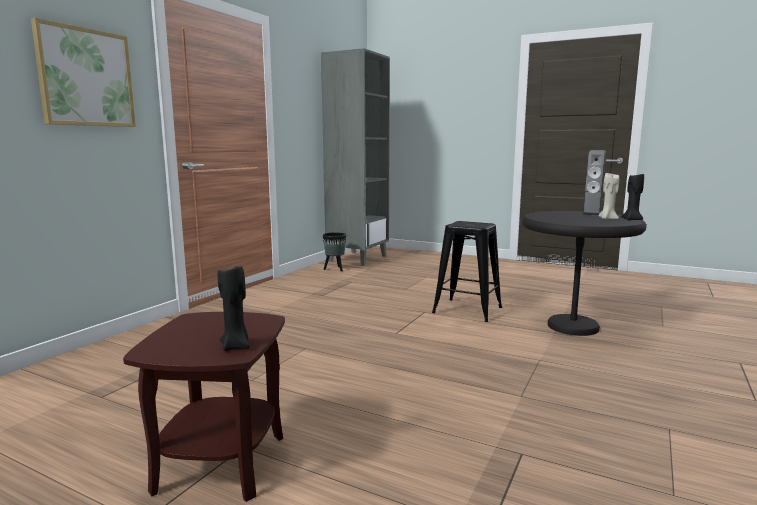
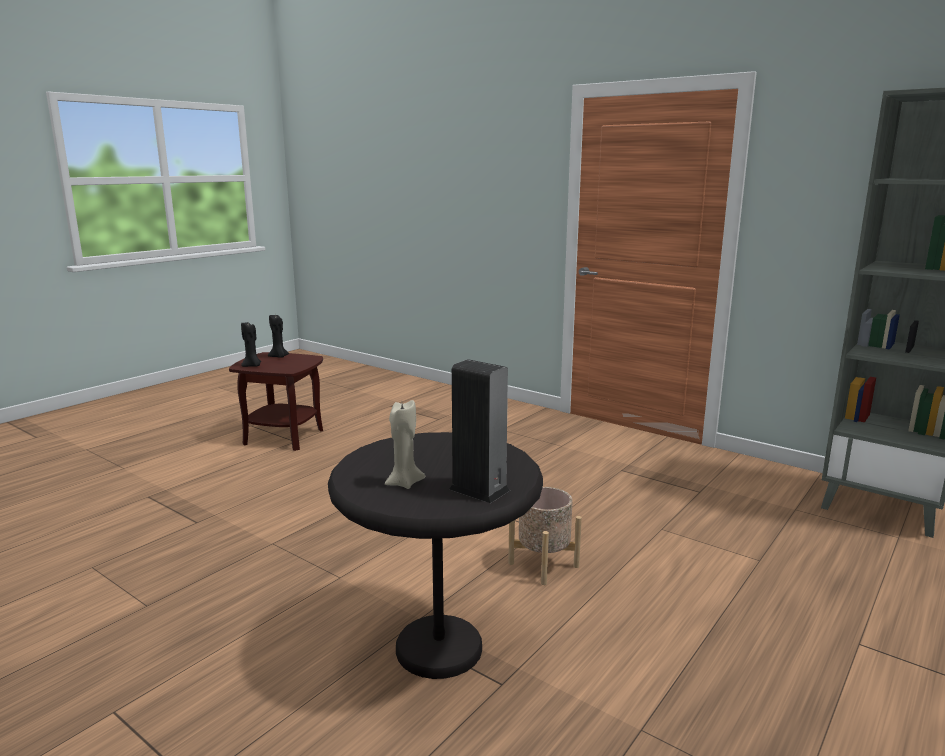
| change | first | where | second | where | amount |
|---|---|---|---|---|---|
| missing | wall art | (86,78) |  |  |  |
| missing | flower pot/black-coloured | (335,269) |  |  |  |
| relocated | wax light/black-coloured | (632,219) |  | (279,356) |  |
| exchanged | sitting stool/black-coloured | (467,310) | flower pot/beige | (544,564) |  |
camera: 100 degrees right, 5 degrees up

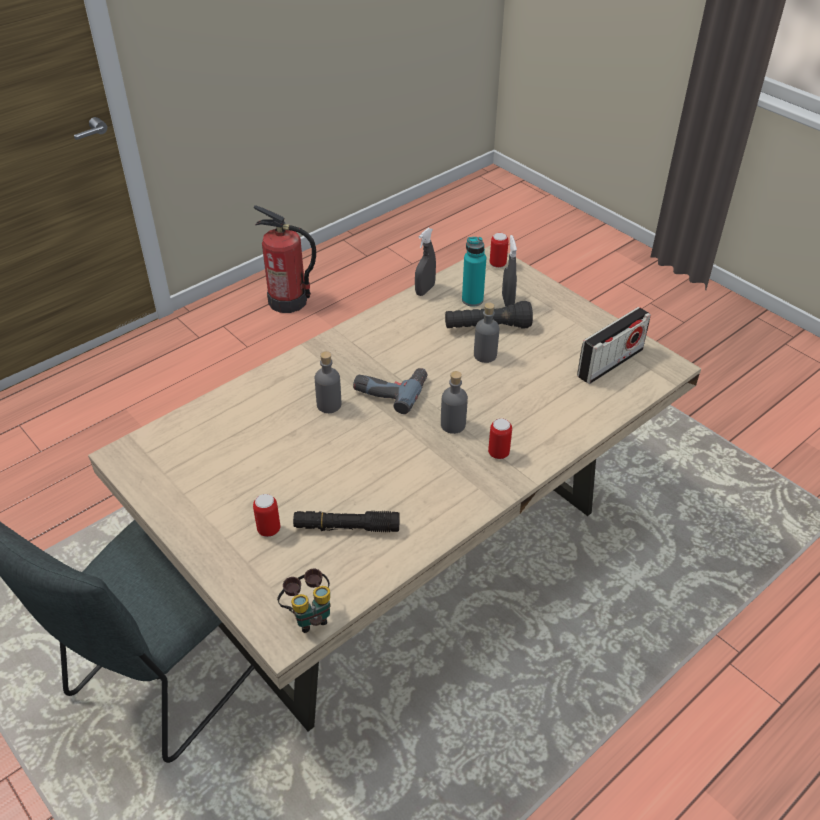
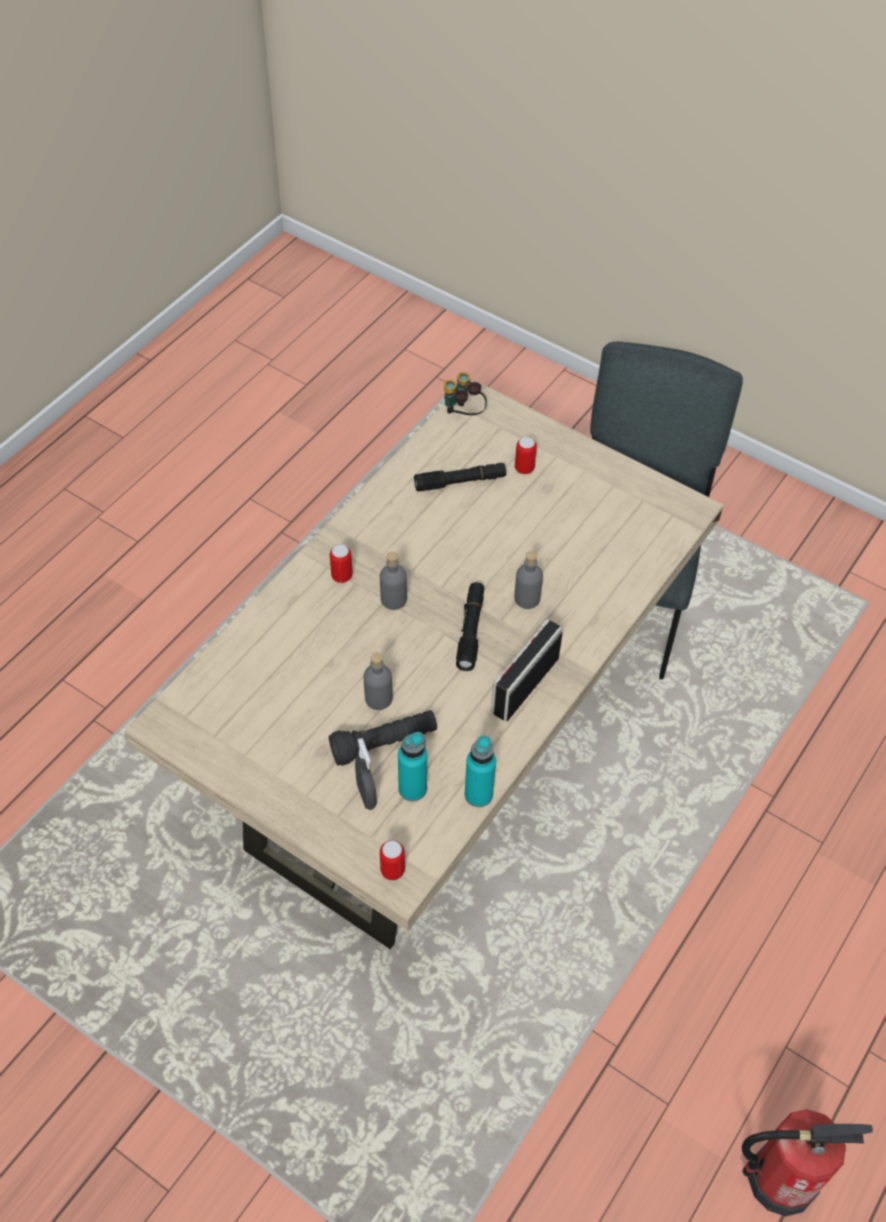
| change | first | where | second | where | amount |
|---|---|---|---|---|---|
| relocated | radio set | (610,363) |  | (524,685) |  |
| exchanged | power drill | (390,389) | torch/black-coloured | (470,630) |  |
| exchanged | hand sprayer/greyish | (425,290) | drink bottle/blue-green | (478,794) |  |
camera: 165 degrees right, 10 degrees up

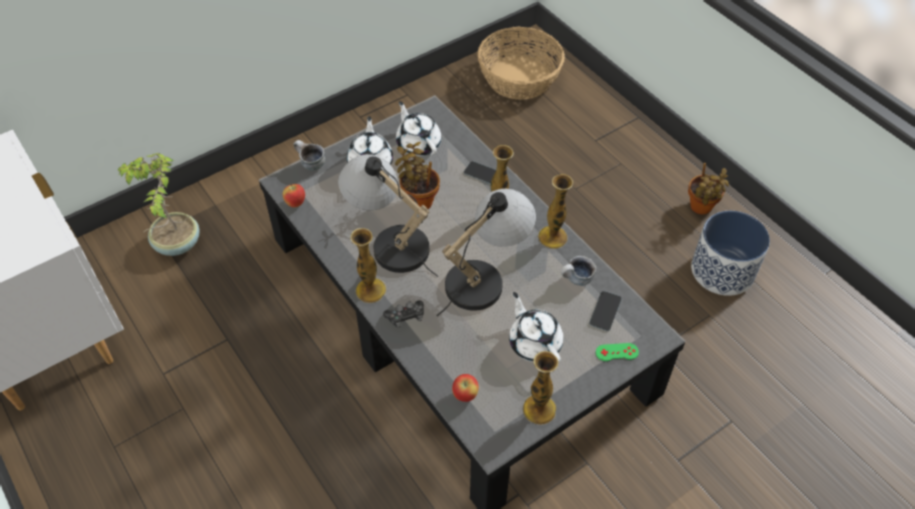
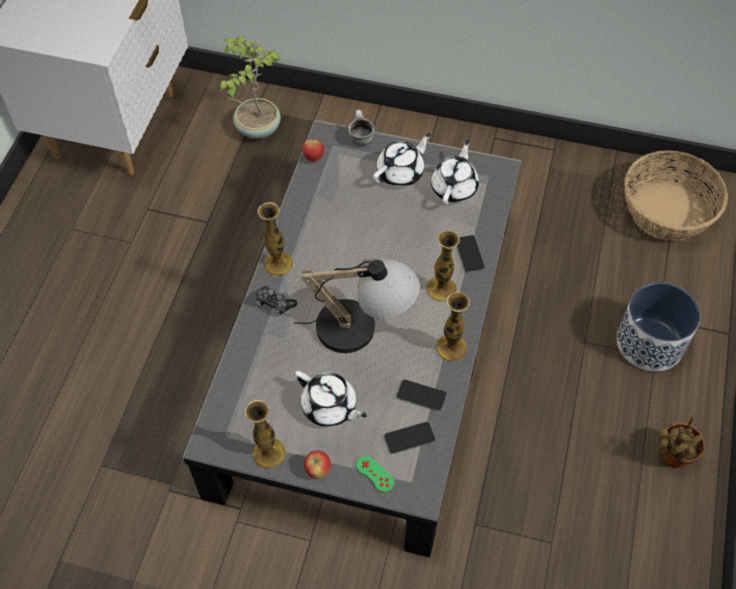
| change | first | where | second | where | amount |
|---|---|---|---|---|---|
| missing | lamp for a table | (389,242) |  |  |  |
| missing | plant in a pot | (419,200) |  |  |  |
| relocated | whole apple | (465,395) |  | (318,470) |  |
| relocated | flower pot | (723,271) |  | (650,343) |  |
| exchanged | mug | (576,280) | phone | (421,395) |  |
| spun | tea pot/white | (534,342) |  | (330,407) | 105 degrees clockwise |
camera: 50 degrees right, 5 degrees up

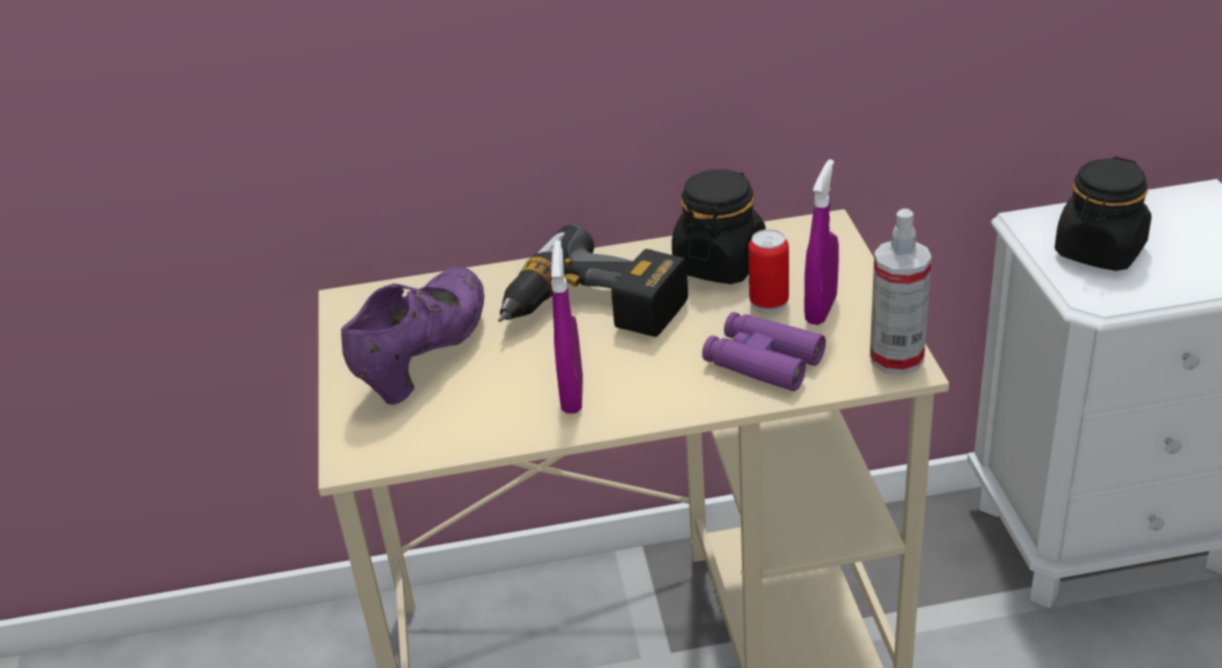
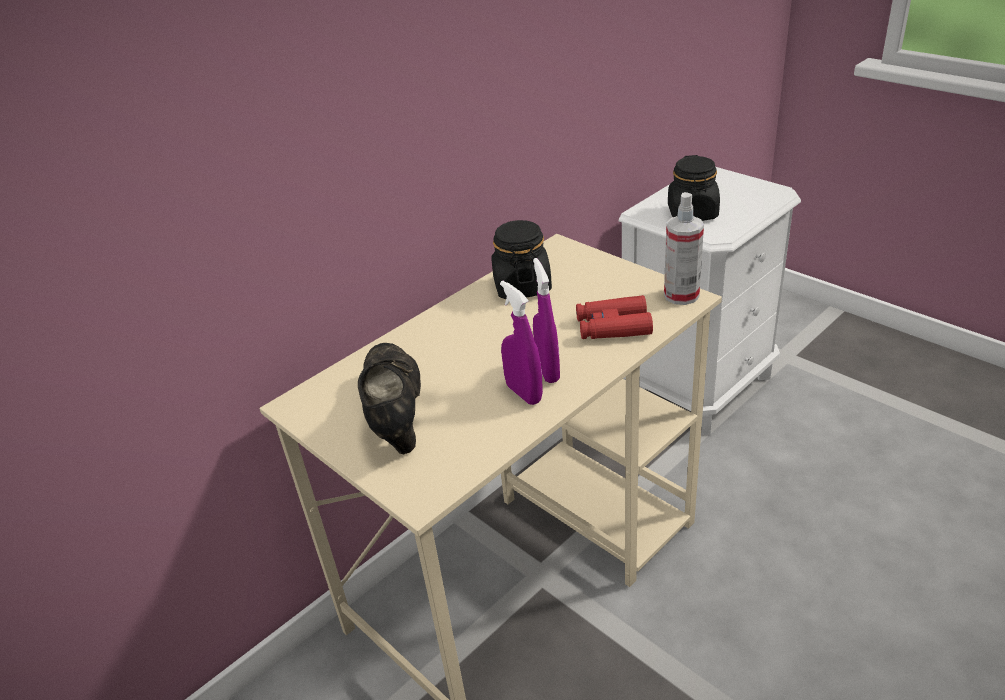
| change | first | where | second | where | amount |
|---|---|---|---|---|---|
| missing | power drill | (592,312) |  |  |  |
| missing | can | (769,302) |  |  |  |
| relocated | hand sprayer/purplish | (821,310) |  | (547,371) |  |
| colour | low shoe/purplish | (424,357) | low shoe/black-coloured | (395,415) |  |
| colour | field glasses/purplish | (763,361) | field glasses/reddish | (613,327) |  |
camera: 35 degrees left, 0 degrees up

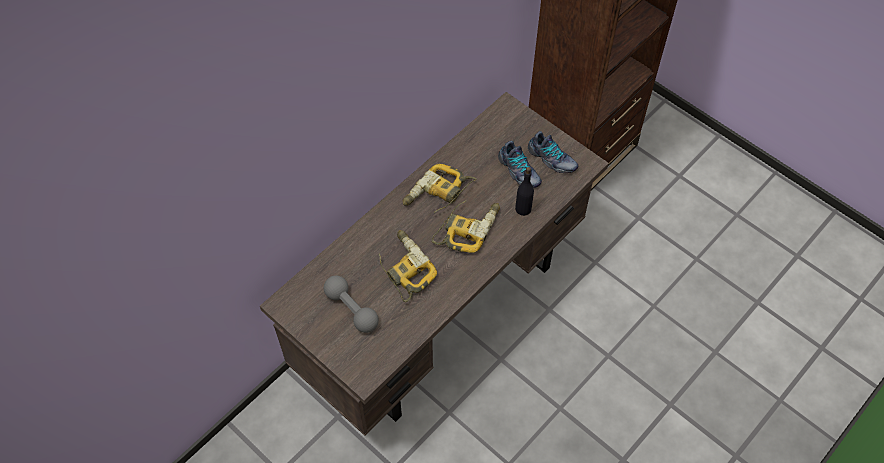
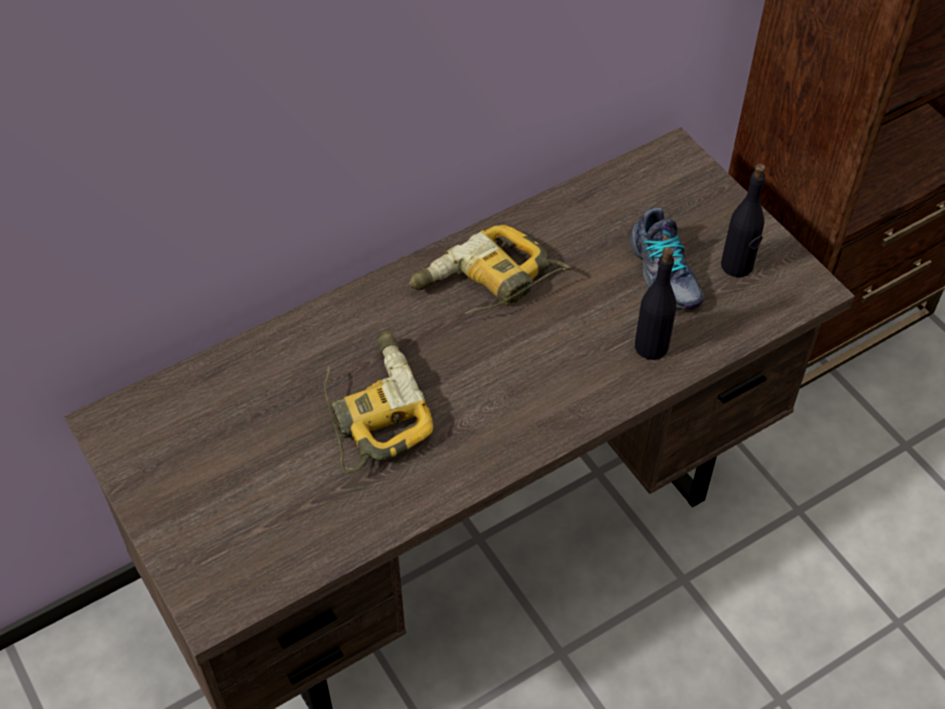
| change | first | where | second | where | amount |
|---|---|---|---|---|---|
| missing | dumbbell/greyish | (351,309) |  |  |  |
| missing | power drill | (467,228) |  |  |  |
| exchanged | low shoe | (551,159) | drink bottle/black-coloured | (737,266) |  |
camera: 15 degrees right, 5 degrees down

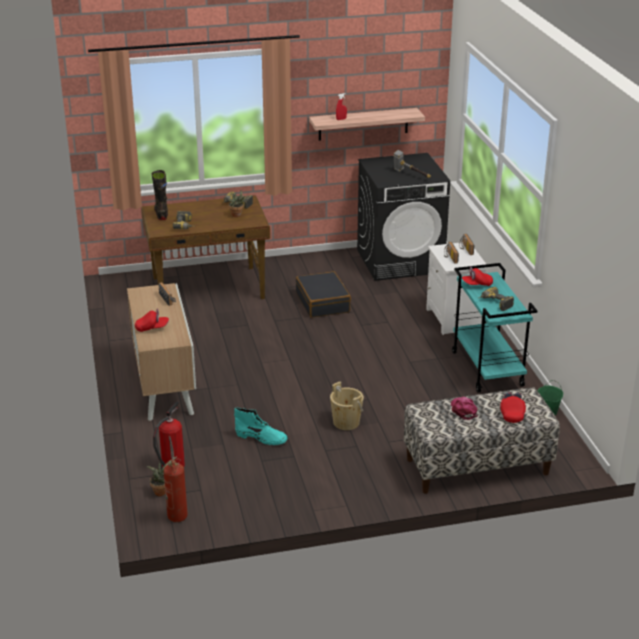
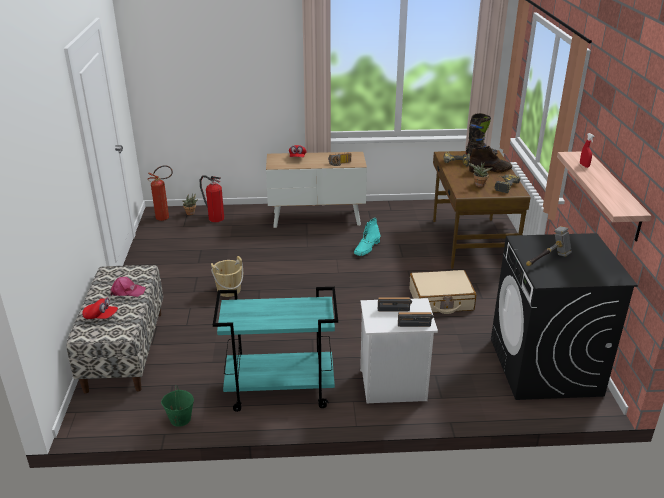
| change | first | where | second | where | amount |
|---|---|---|---|---|---|
| missing | cap/reddish | (477,284) |  |  |  |
| missing | power drill | (494,304) |  |  |  |
| appeared |  |  | boot/brown-coloured | (490,170) |  |
| relocated | boot/blue-green | (261,438) |  | (367,248) |  |
| colour | suitcase/black-coloured | (323,302) | suitcase/beige | (441,300) |  |
camera: 100 degrees right, 0 degrees up

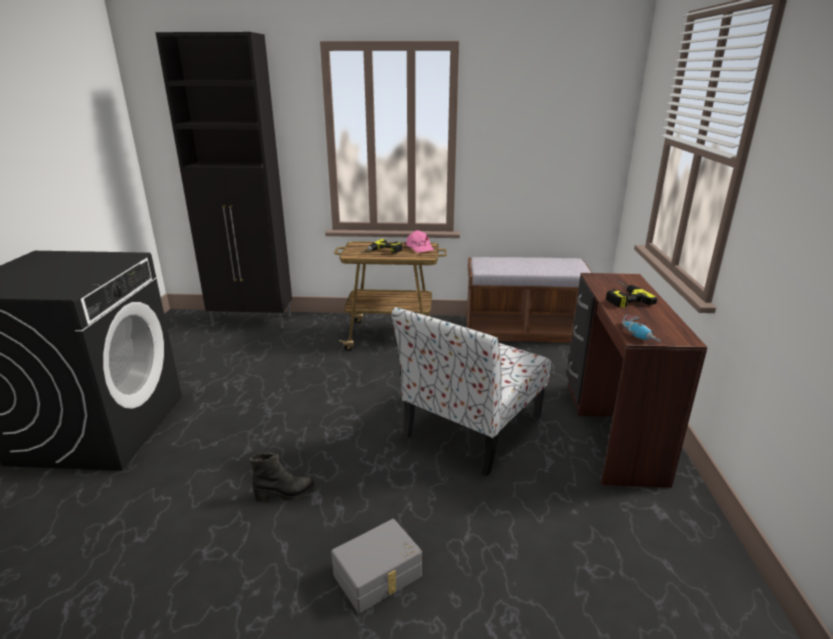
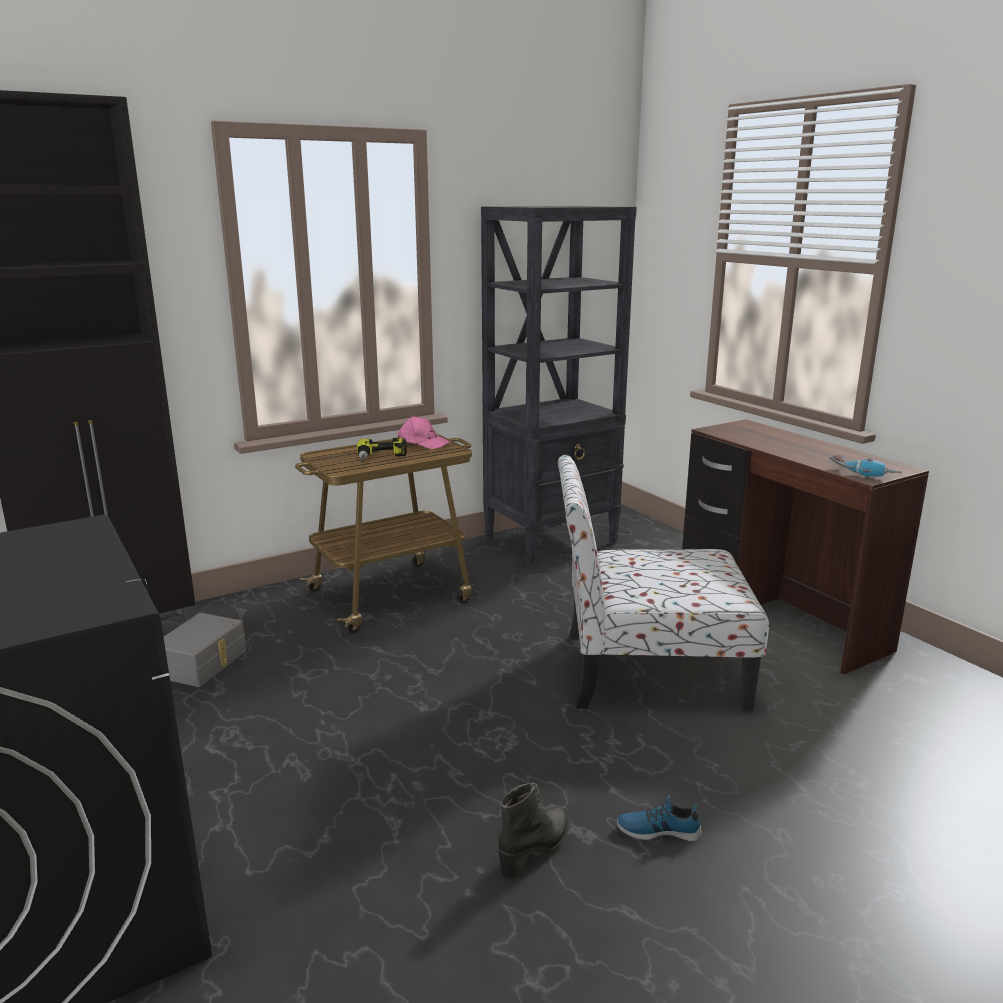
| change | first | where | second | where | amount |
|---|---|---|---|---|---|
| missing | power drill | (622,297) |  |  |  |
| appeared |  |  | low shoe | (658,829) |  |
| relocated | storage box/greyish | (378,576) |  | (203,663) |  |
| exchanged | bench/brown-coloured | (523,331) | bookshelf/black-coloured | (552,540) |  |
| spun | upright chair | (471,429) |  | (647,671) | 90 degrees clockwise |
camera: 35 degrees left, 5 degrees down

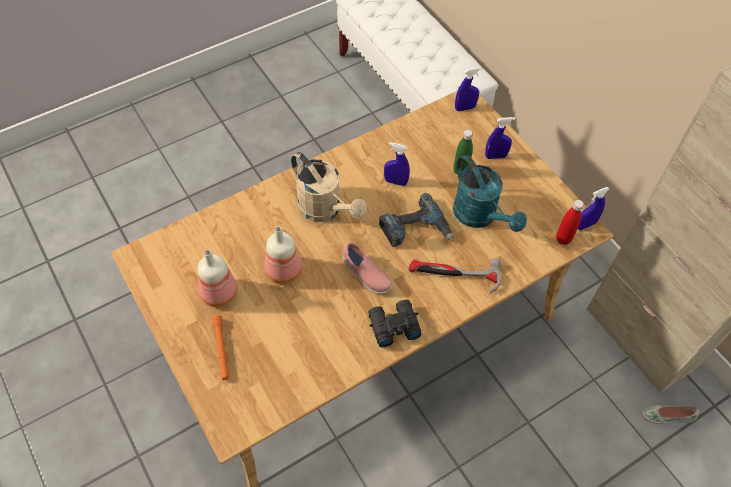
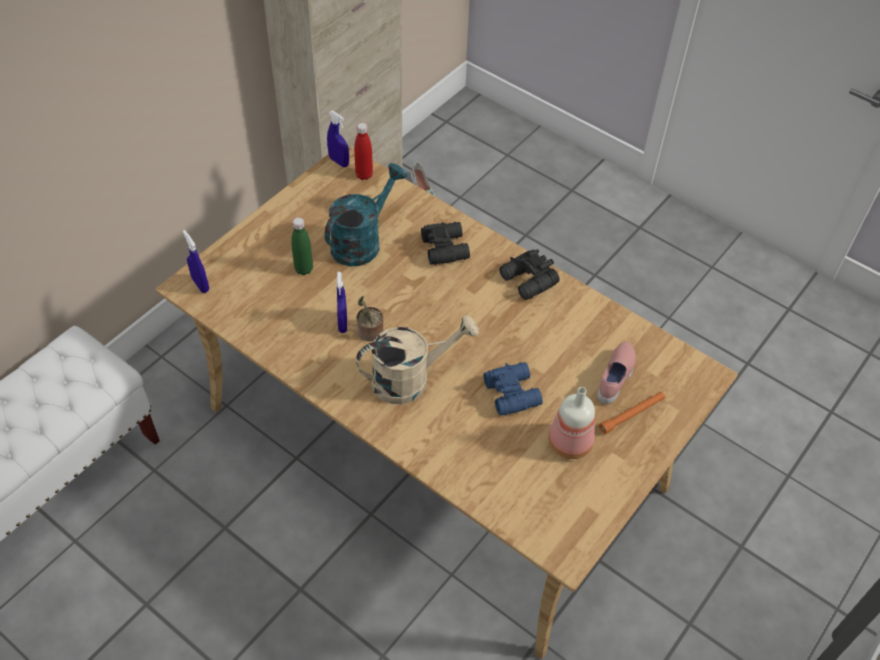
| change | first | where | second | where | amount |
|---|---|---|---|---|---|
| missing | power drill | (415,229) |  |  |  |
| missing | hand sprayer/blue | (495,156) |  |  |  |
| appeared |  |  | plant in a pot | (369,332) |  |
| relocated | low shoe/pinkish | (366,275) |  | (616,378) |  |
| exchanged | drink bottle | (283,272) | field glasses/blue | (512,392) |  |
| exchanged | hammer | (454,275) | field glasses/black-coloured | (446,247) |  |
| spun | watering pot/beige | (325,209) |  | (410,378) | 45 degrees clockwise |
camera: 110 degrees left, 5 degrees down

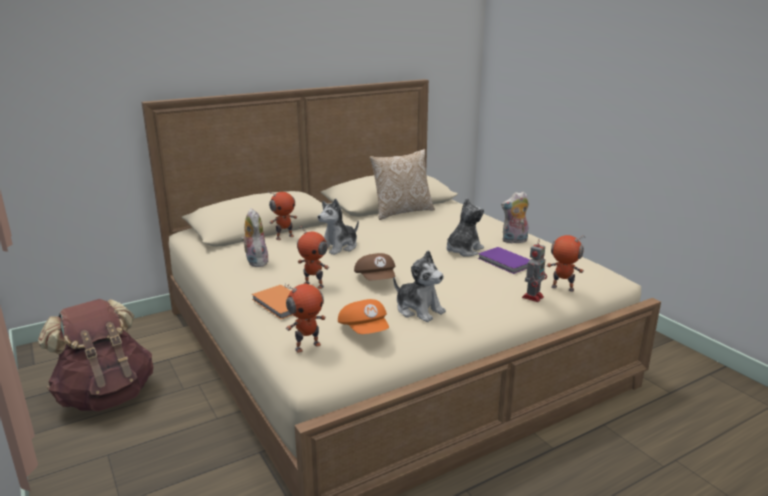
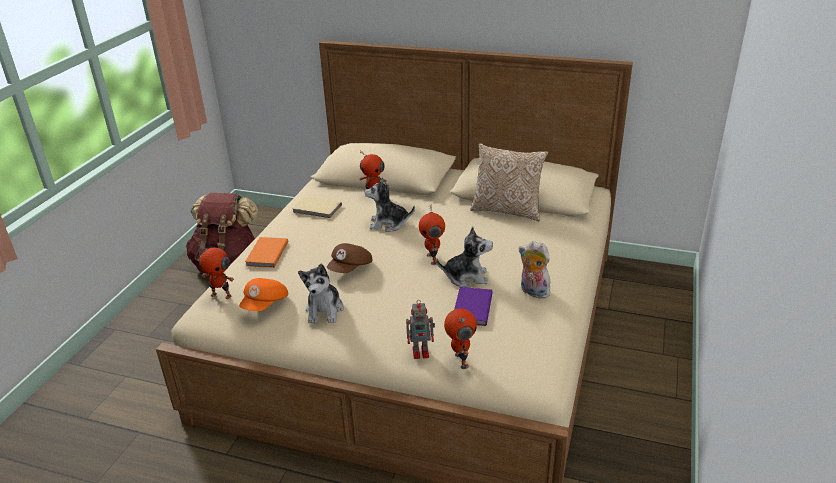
| change | first | where | second | where | amount |
|---|---|---|---|---|---|
| relocated | toy robot | (314,285) |  | (433,259) |  |
| exchanged | plush toy | (255,261) | volume/beige | (317,209) |  |
camera: 50 degrees right, 10 degrees up

